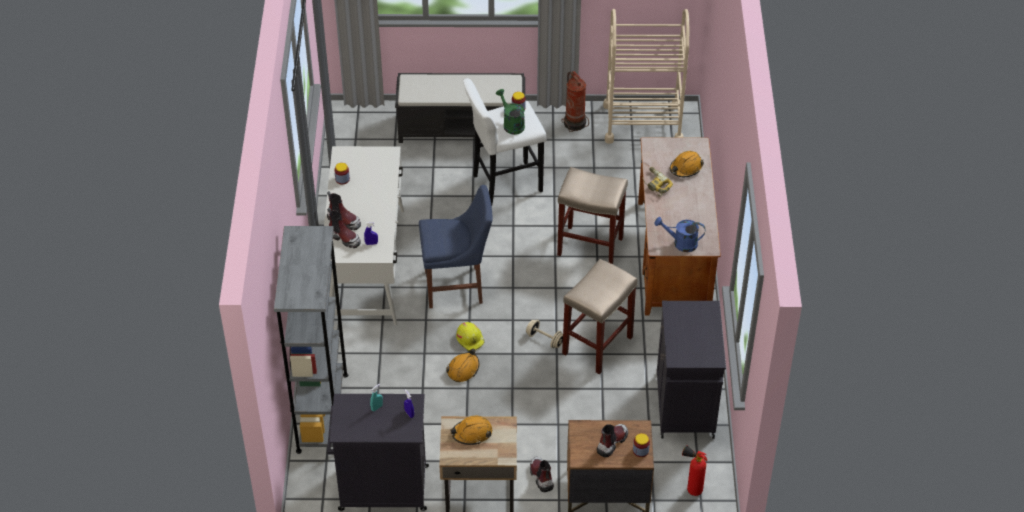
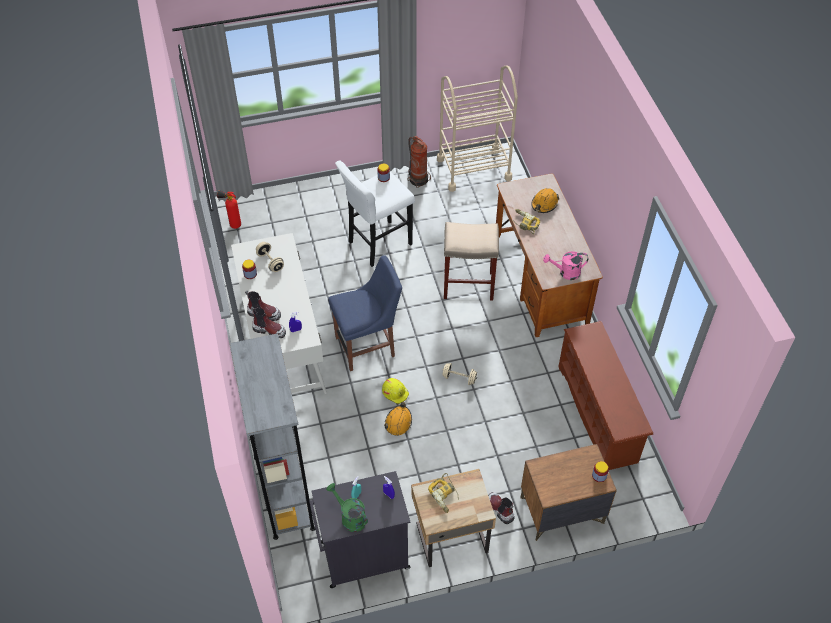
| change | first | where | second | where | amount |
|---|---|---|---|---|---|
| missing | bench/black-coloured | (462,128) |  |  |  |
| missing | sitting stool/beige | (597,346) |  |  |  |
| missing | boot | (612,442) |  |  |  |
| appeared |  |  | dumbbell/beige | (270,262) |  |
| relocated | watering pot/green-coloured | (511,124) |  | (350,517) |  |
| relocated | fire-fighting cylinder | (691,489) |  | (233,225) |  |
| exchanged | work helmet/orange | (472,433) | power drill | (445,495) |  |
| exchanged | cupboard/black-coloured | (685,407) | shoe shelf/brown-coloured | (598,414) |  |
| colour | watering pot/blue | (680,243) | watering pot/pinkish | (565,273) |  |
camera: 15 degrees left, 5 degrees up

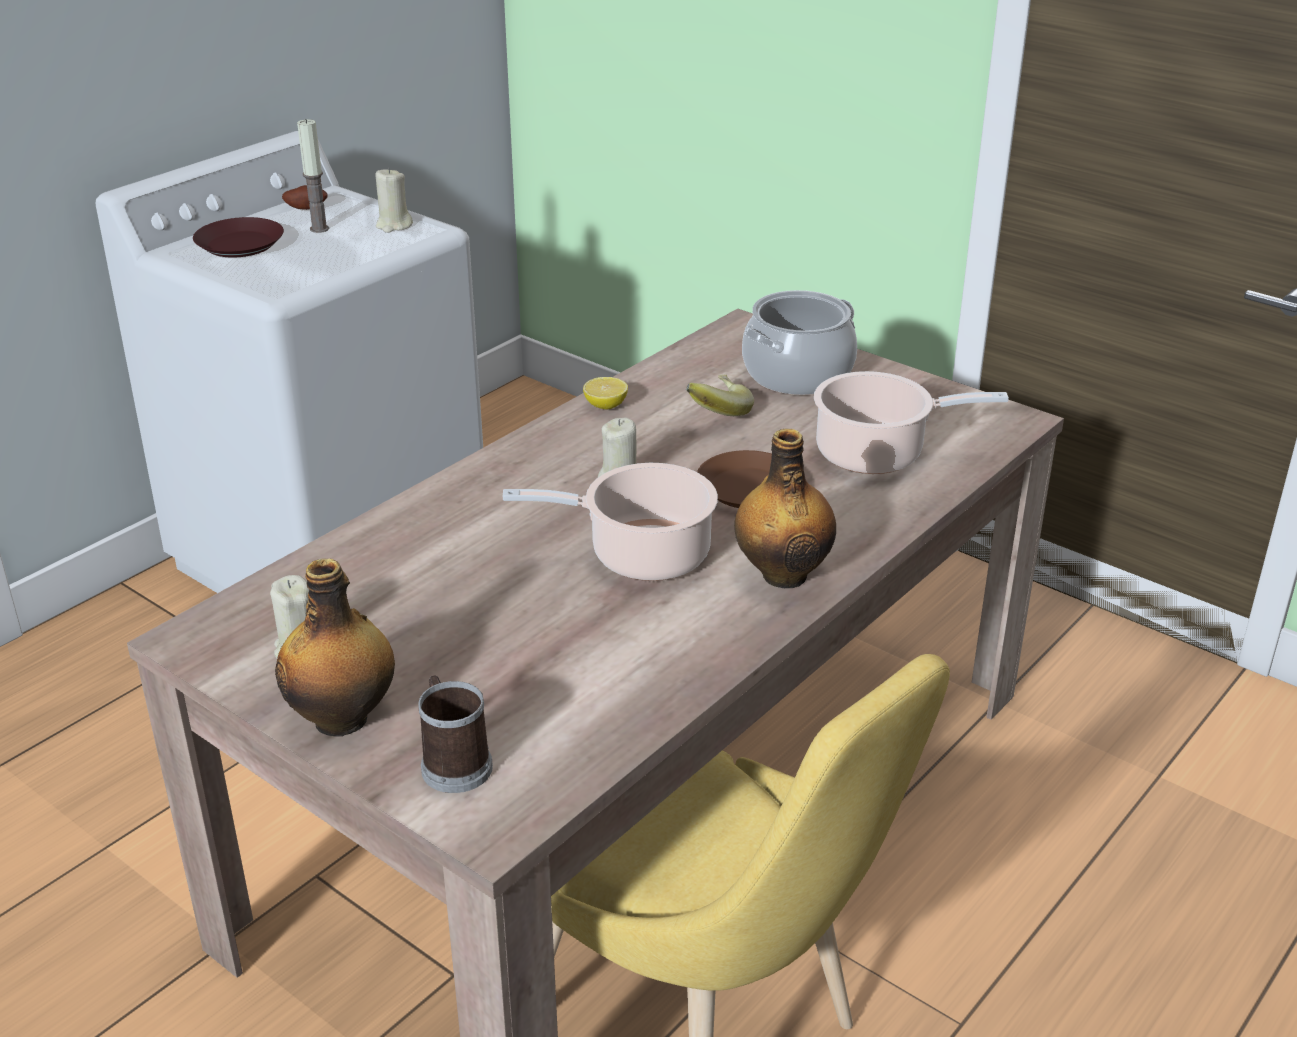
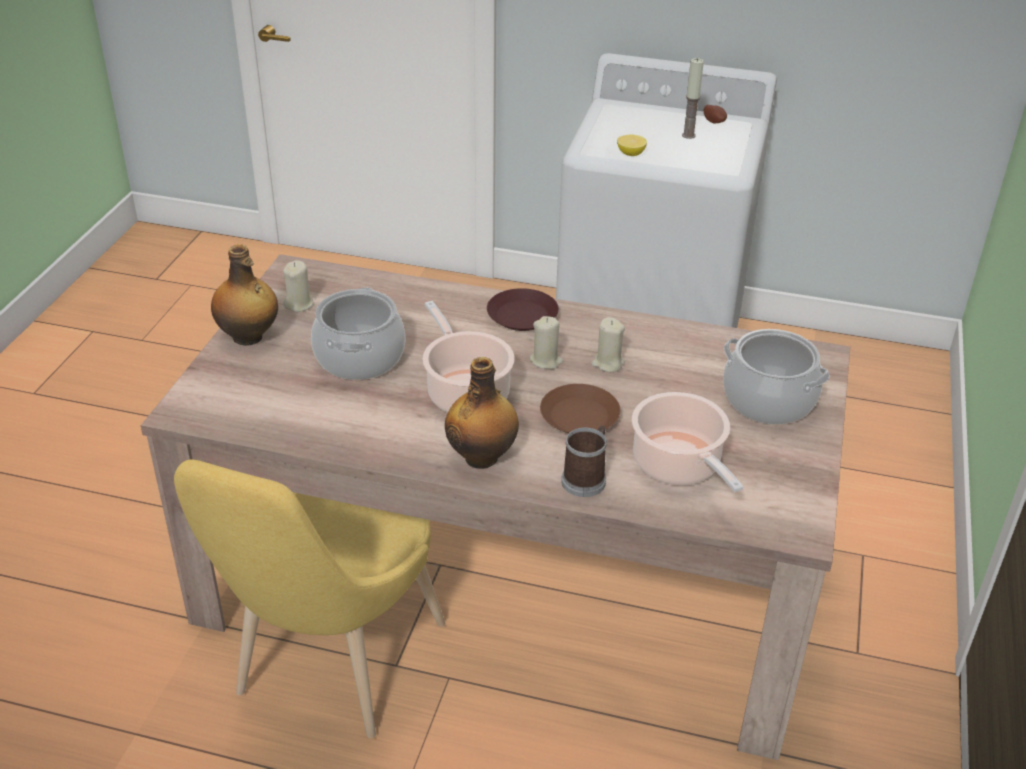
| change | first | where | second | where | amount |
|---|---|---|---|---|---|
| missing | whole banana | (715,412) |  |  |  |
| appeared |  |  | saucepot | (359,357) |  |
| relocated | dinner plate/brown-coloured | (239,245) |  | (521,316) |  |
| relocated | wax light/beige | (394,225) |  | (608,363) |  |
| relocated | mug | (453,763) |  | (586,478) |  |
| relocated | citrus fruit | (605,406) |  | (631,154) |  |
camera: 65 degrees right, 5 degrees up

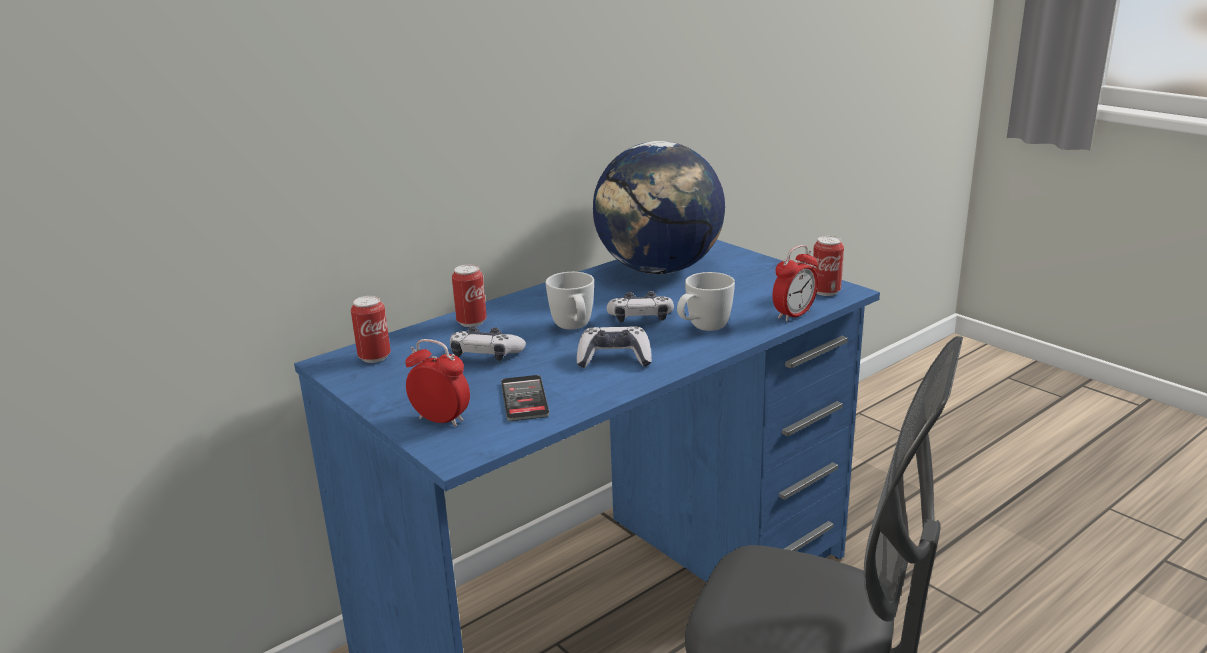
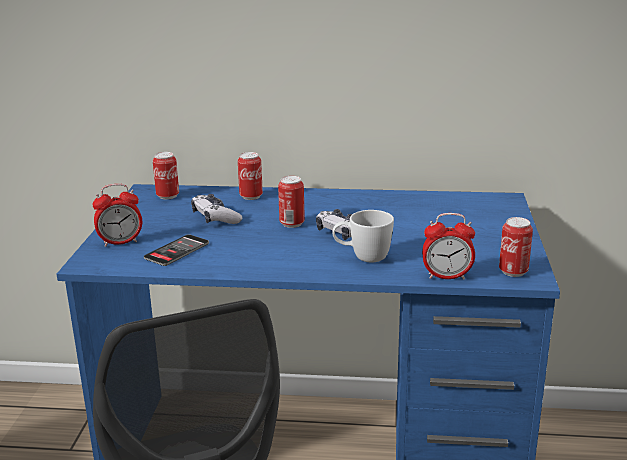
| change | first | where | second | where | amount |
|---|---|---|---|---|---|
| missing | joypad | (614,358) |  |  |  |
| missing | world globe | (659,270) |  |  |  |
| exchanged | mug/white | (574,329) | can | (292,224) |  |
| spun | bedside clock | (441,420) |  | (120,242) | 90 degrees clockwise |
camera: 45 degrees right, 0 degrees up

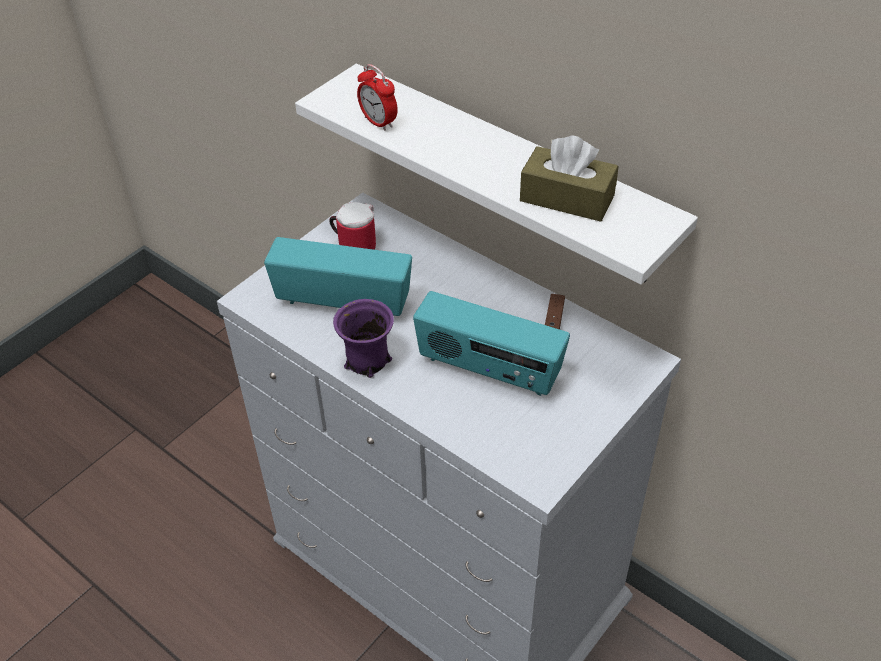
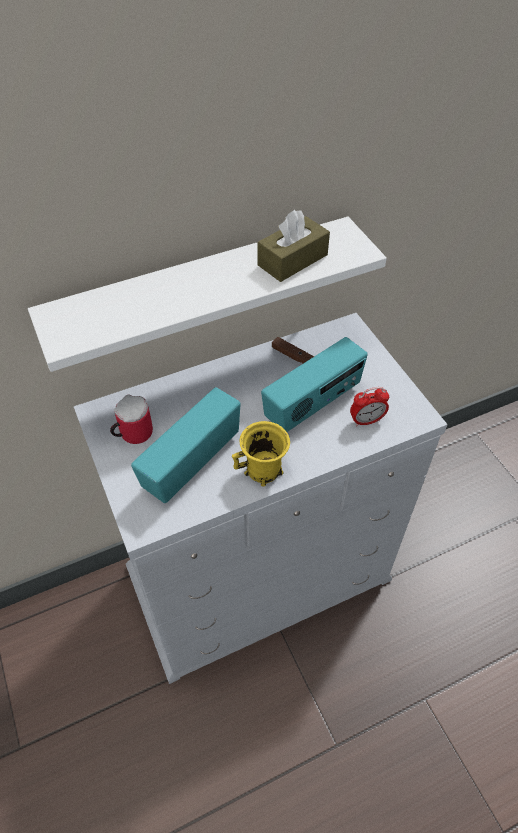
| change | first | where | second | where | amount |
|---|---|---|---|---|---|
| relocated | bedside clock | (378,122) |  | (366,420) |  |
| colour | mug/purplish | (366,361) | mug/yellowish | (264,470) |  |
camera: 65 degrees left, 5 degrees up

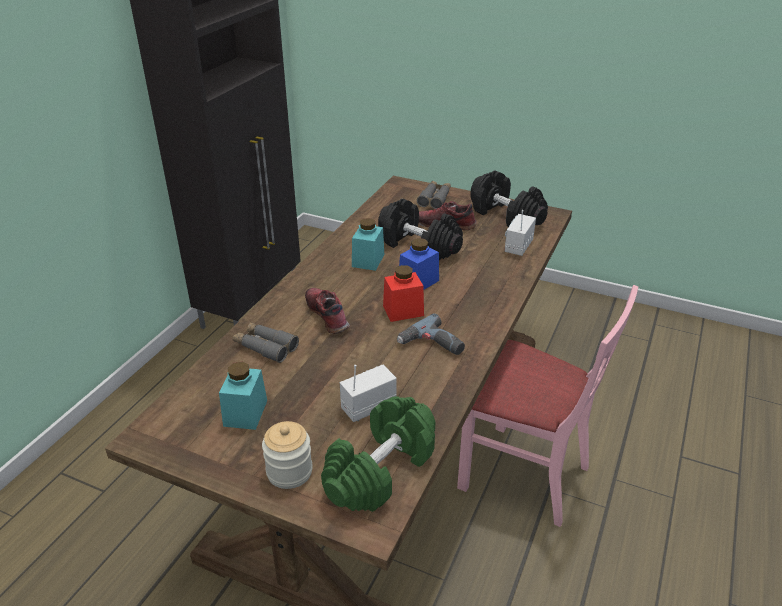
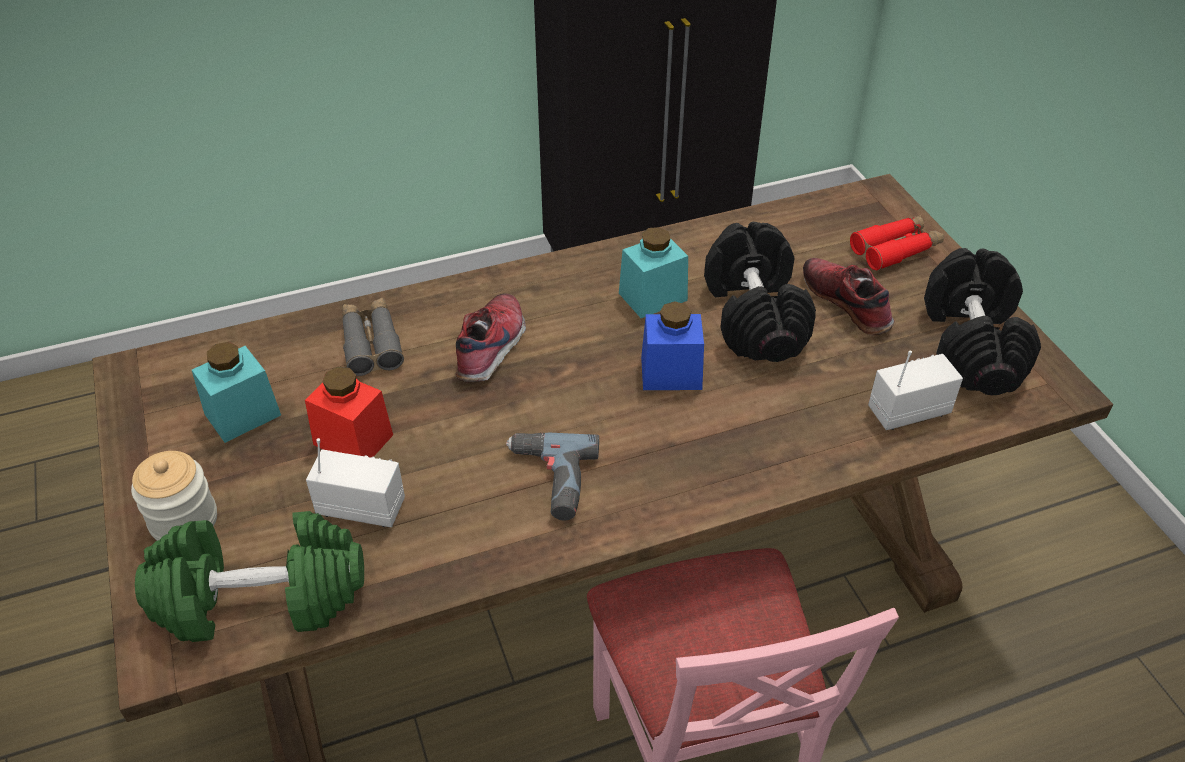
| change | first | where | second | where | amount |
|---|---|---|---|---|---|
| relocated | storage jar/reddish | (403,311) |  | (353,440) |  |
| colour | field glasses/greyish | (435,199) | field glasses/reddish | (895,249) |  |
camera: 45 degrees right, 10 degrees up

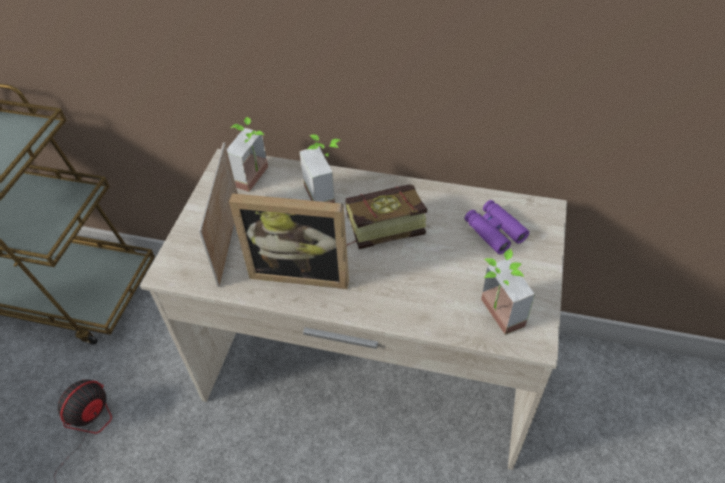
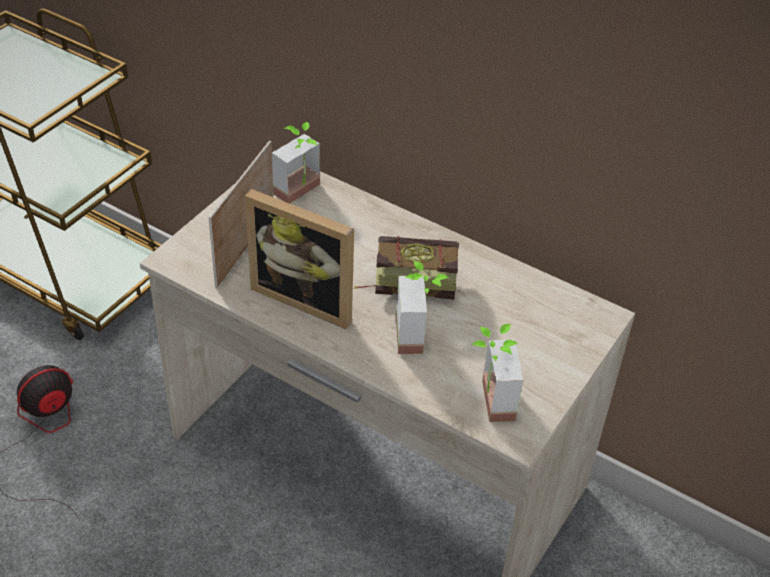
| change | first | where | second | where | amount |
|---|---|---|---|---|---|
| missing | field glasses/purplish | (494,231) |  |  |  |
| relocated | plant in a pot | (327,193) |  | (419,335) |  |
camera: 15 degrees right, 5 degrees down

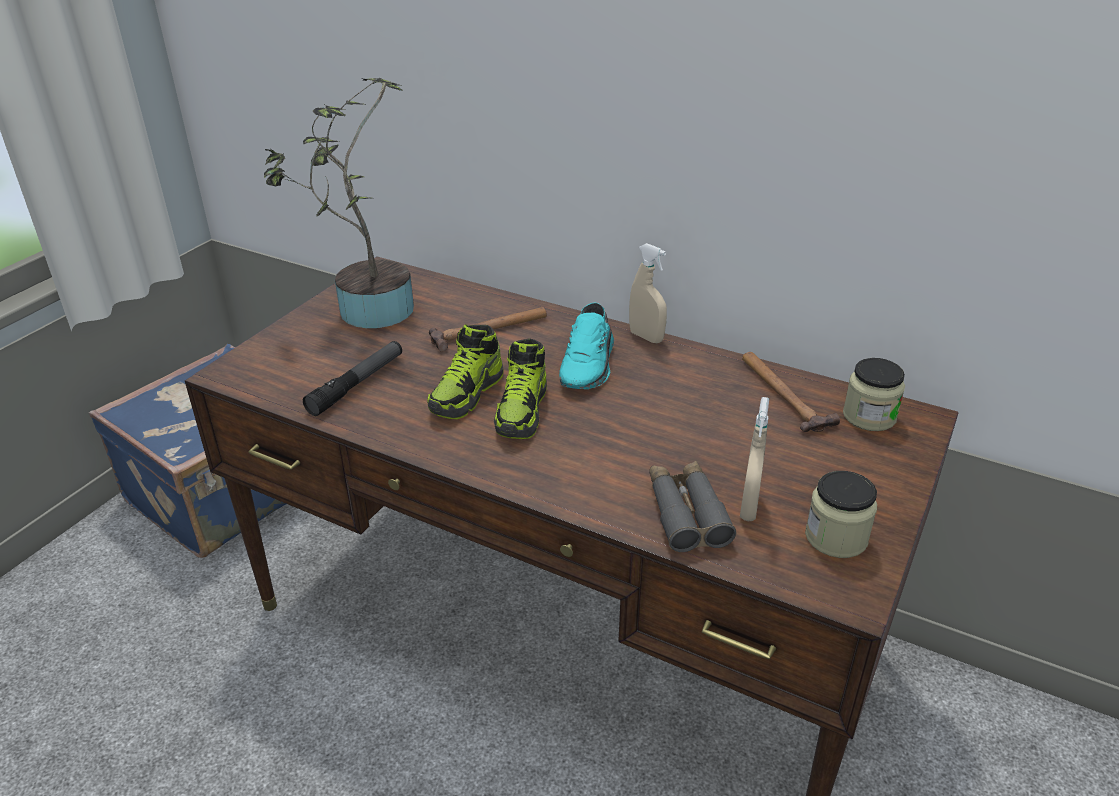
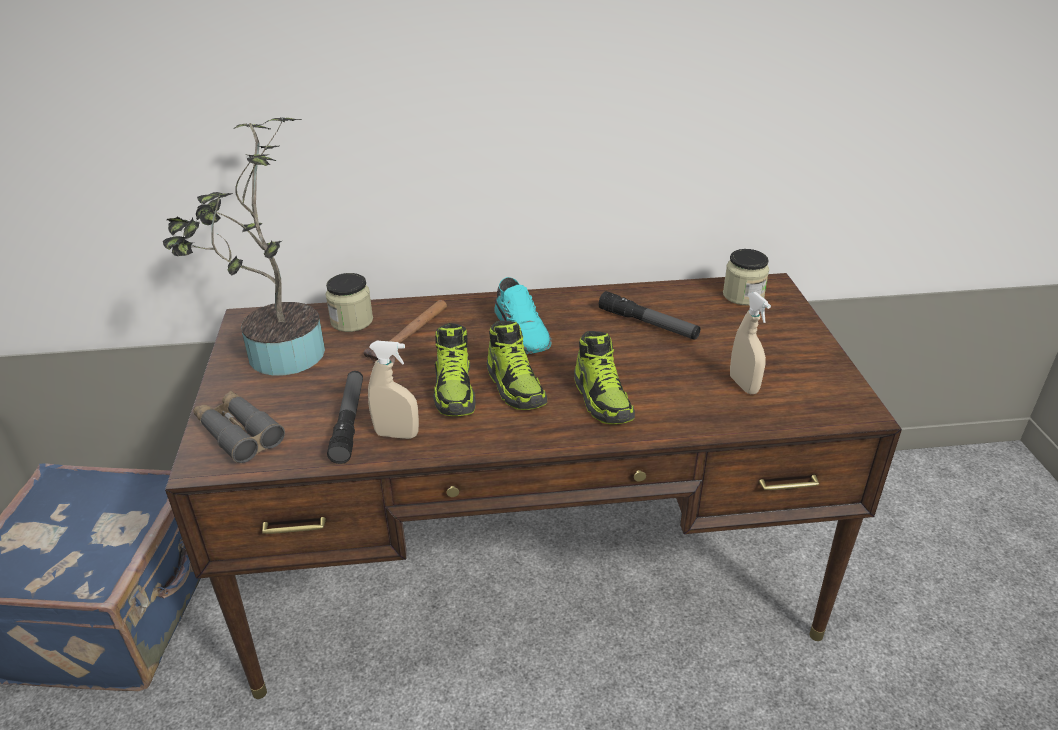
| change | first | where | second | where | amount |
|---|---|---|---|---|---|
| missing | hammer | (783,394) |  |  |  |
| appeared |  |  | low shoe | (602,399) |  |
| appeared |  |  | torch | (648,324) |  |
| relocated | hand sprayer/beige | (646,337) |  | (396,434) |  |
| relocated | field glasses/greyish | (686,513) |  | (238,433) |  |
| relocated | storage jar | (836,537) |  | (352,321) |  |
camera: 35 degrees left, 0 degrees up

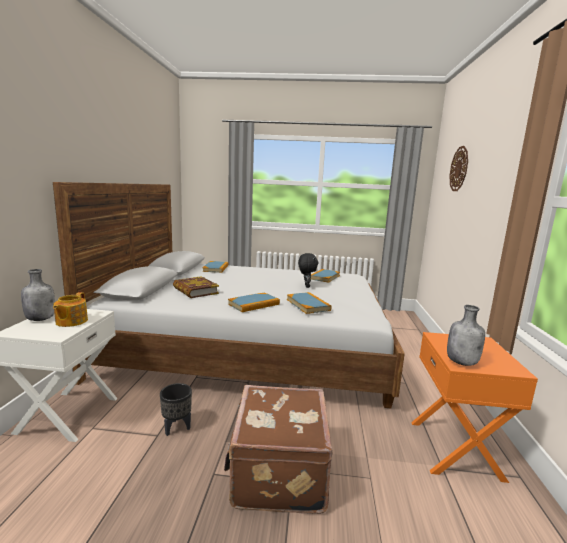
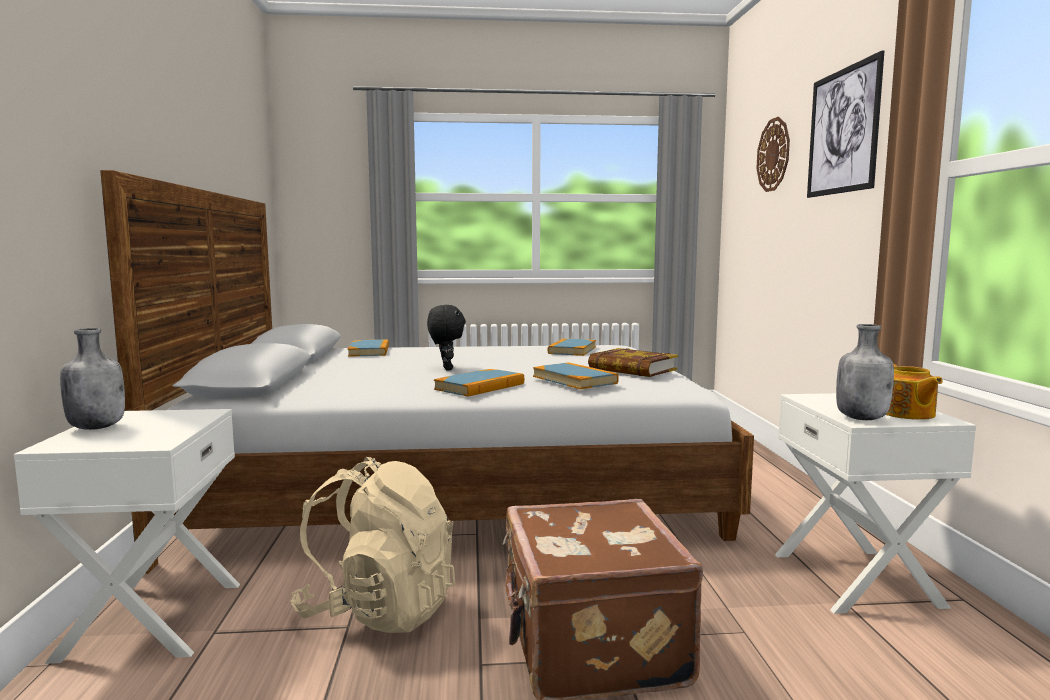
| change | first | where | second | where | amount |
|---|---|---|---|---|---|
| appeared |  |  | wall art | (843,131) |  |
| relocated | tea pot | (71,321) |  | (906,414) |  |
| relocated | volume | (195,291) |  | (632,369) |  |
| relocated | plush toy/black-coloured | (306,286) |  | (446,369) |  |
| exchanged | flower pot/black-coloured | (177,427) | knapsack/beige | (379,611) |  |
| colour | night table/orange | (456,449) | night table/white | (858,579) |  |
camera: 10 degrees left, 5 degrees down

